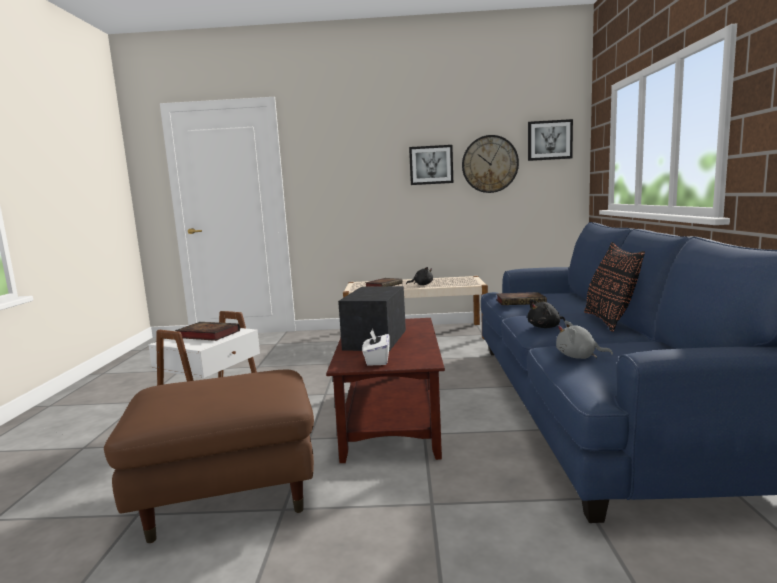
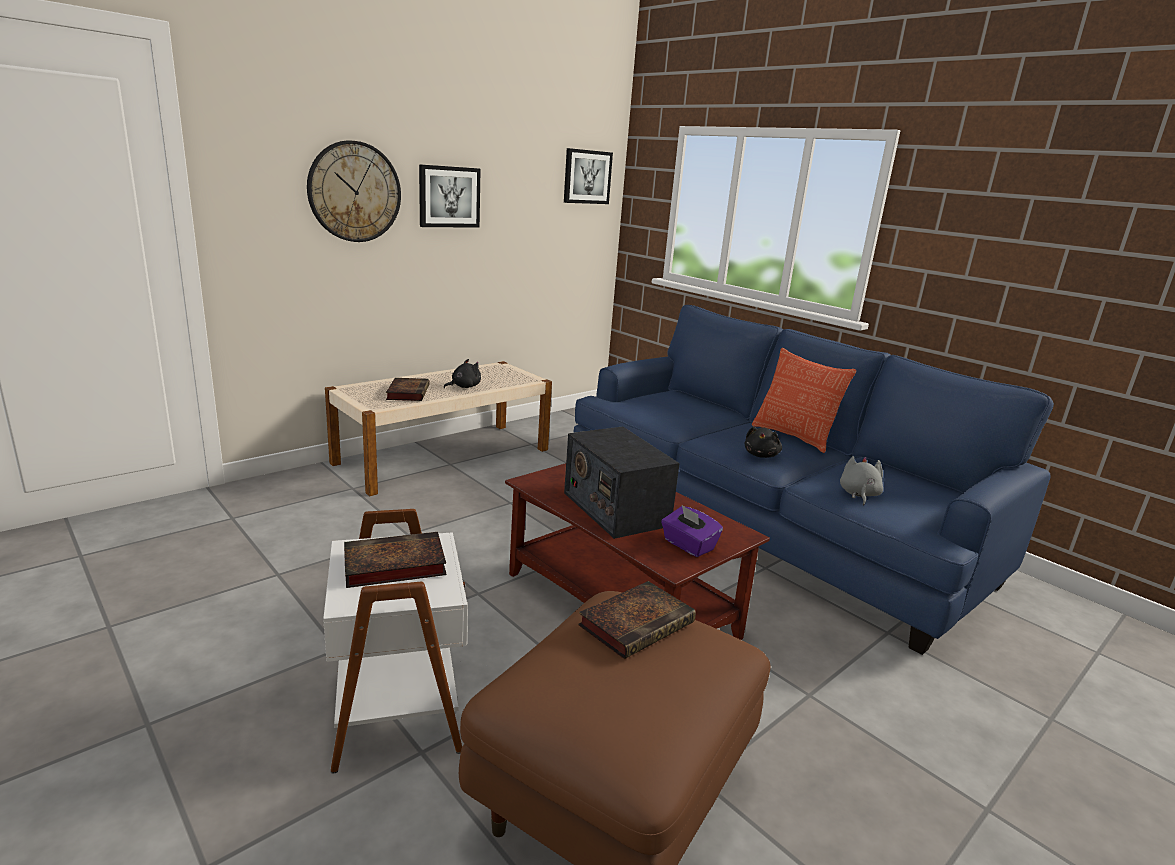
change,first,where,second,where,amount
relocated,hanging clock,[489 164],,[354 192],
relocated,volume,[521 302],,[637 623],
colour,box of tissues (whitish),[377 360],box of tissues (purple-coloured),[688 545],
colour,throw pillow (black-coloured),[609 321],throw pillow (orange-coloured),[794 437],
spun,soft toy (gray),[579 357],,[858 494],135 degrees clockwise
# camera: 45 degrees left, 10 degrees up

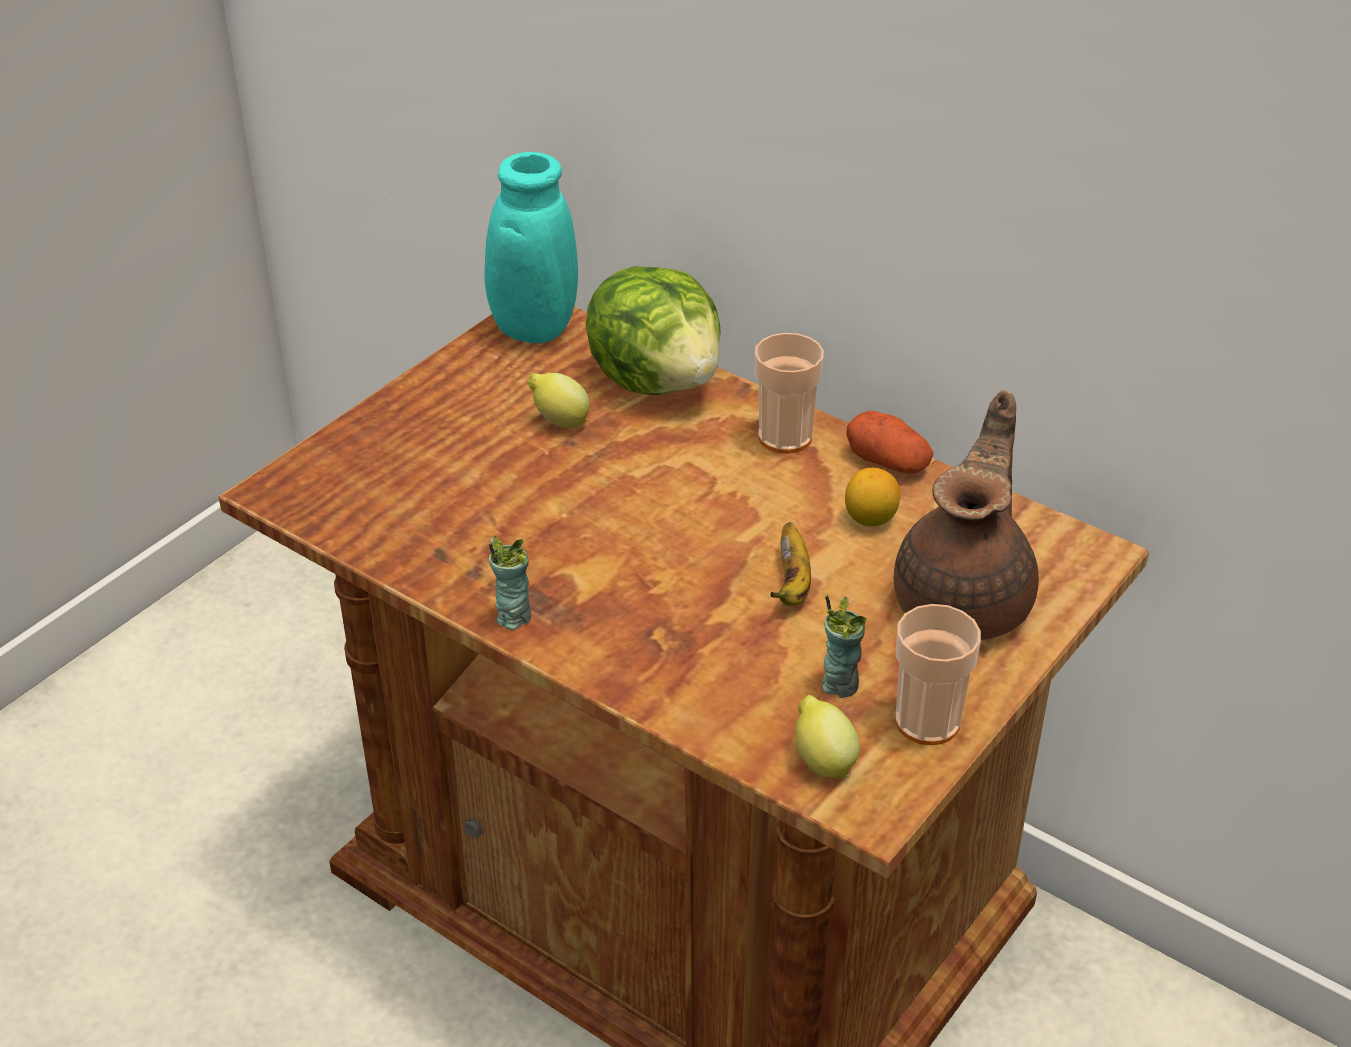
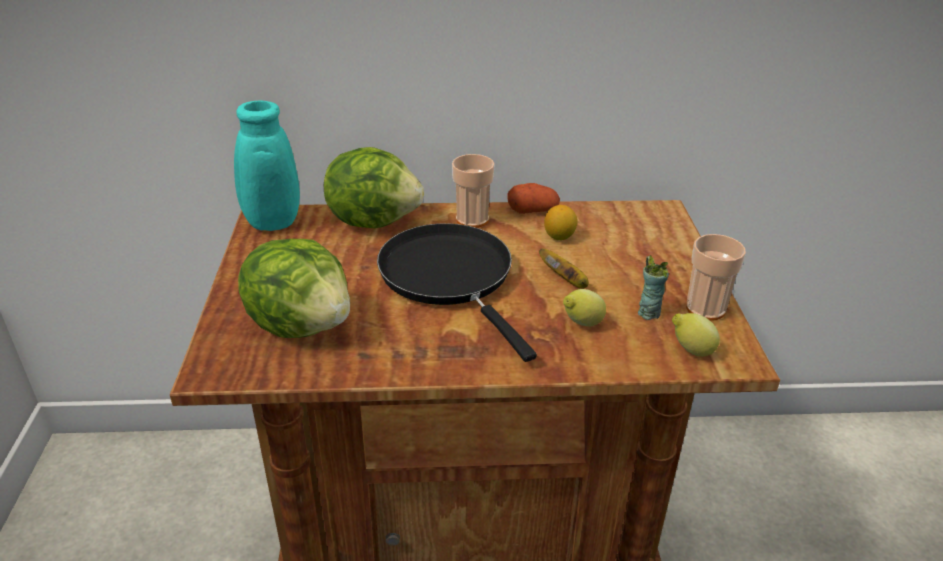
change,first,where,second,where,amount
missing,drinking cup,[513 617],,,
missing,pot for tea (brown-coloured),[966 600],,,
appeared,,,head of lettuce,[302 324],
appeared,,,frying pan (black-coloured),[450 277],
relocated,whole lemon,[559 422],,[581 324],
# camera: 40 degrees left, 5 degrees down

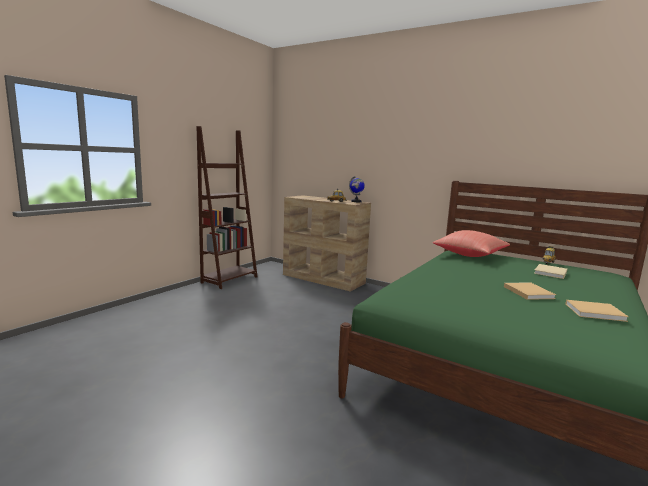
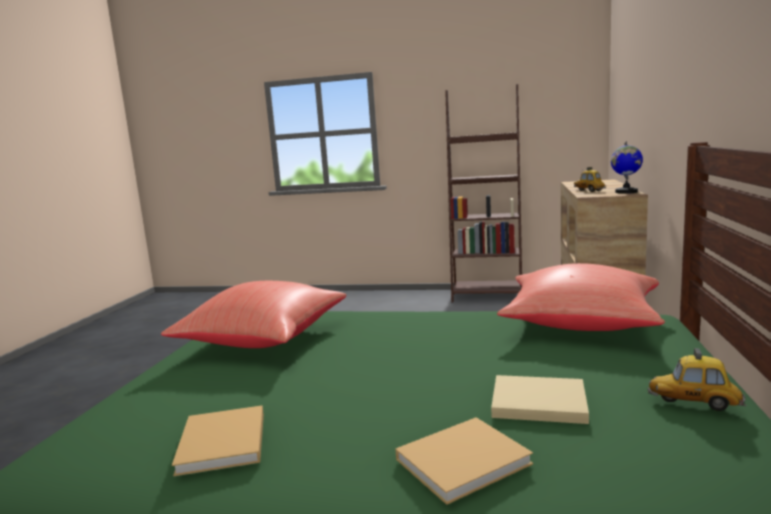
change,first,where,second,where,amount
appeared,,,throw pillow (reddish),[265 340],
relocated,volume (beige-coloured),[527 292],,[466 460],
# camera: 70 degrees right, 0 degrees up

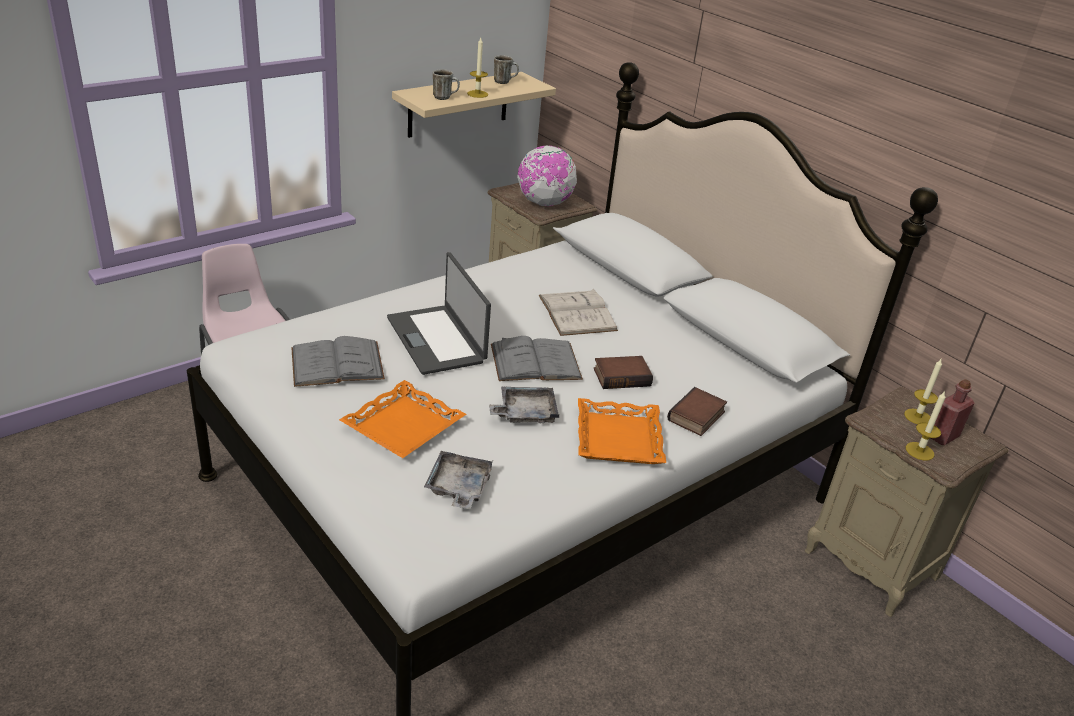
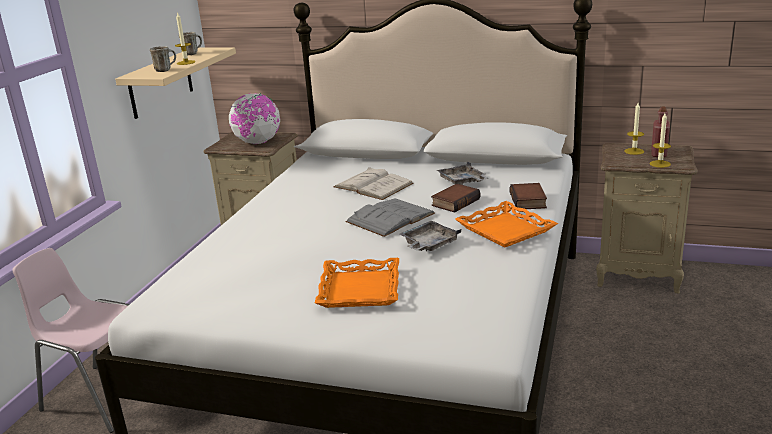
change,first,where,second,where,amount
missing,volume (gray),[337 363],,,
missing,laptop,[437 339],,,
relocated,serving tray (gray),[458 488],,[462 181],
# camera: 30 degrees left, 10 degrees down

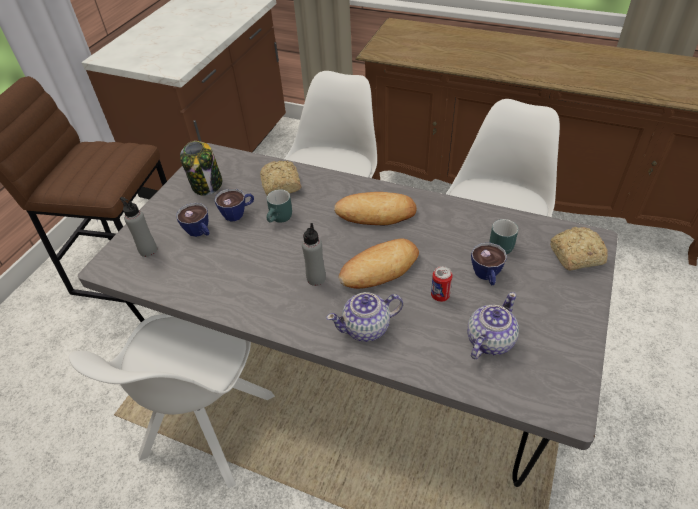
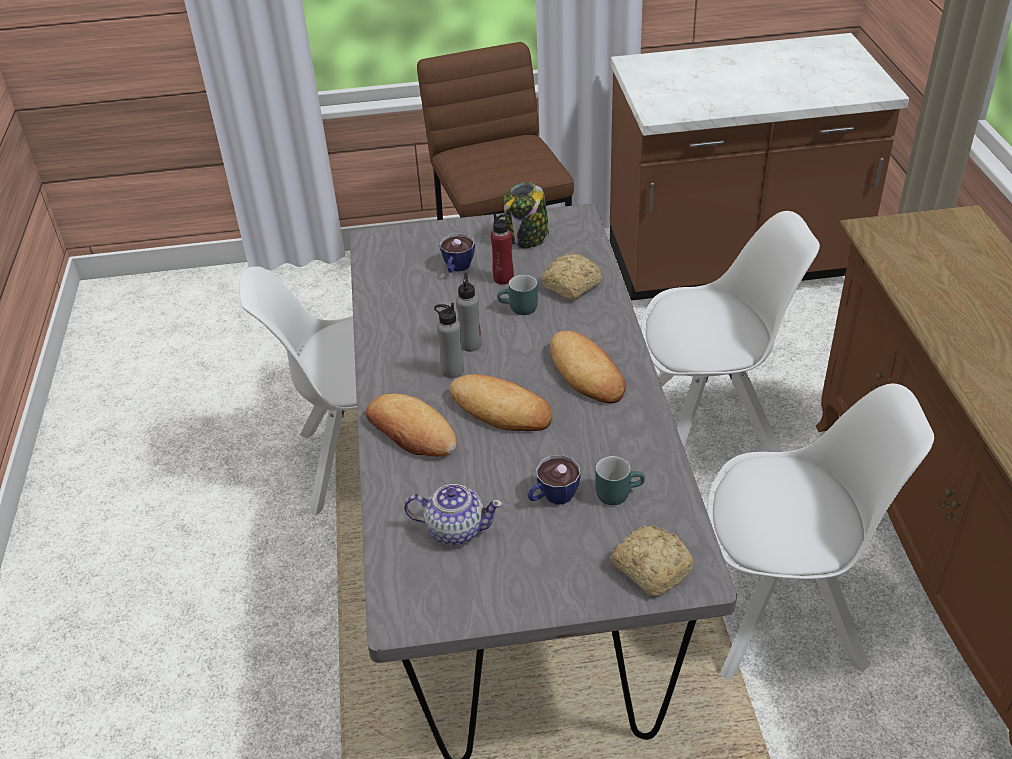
change,first,where,second,where,amount
missing,metal can,[440 295],,,
relocated,drink bottle (gray),[148 250],,[471 344],
exchanged,drinking cup,[238 213],drink bottle (reddish),[503 278],
exchanged,pot for tea,[367 328],bread,[411 432],
# camera: 60 degrees right, 5 degrees down

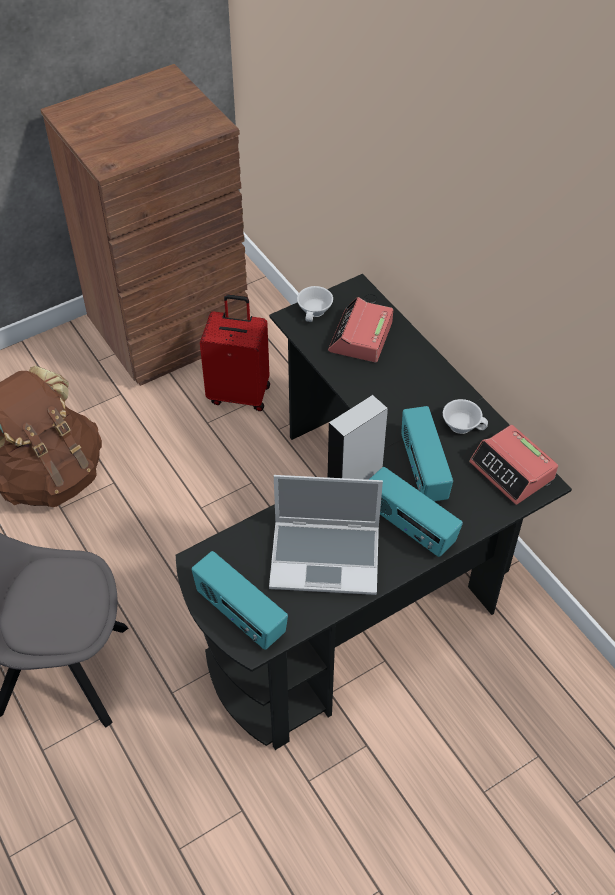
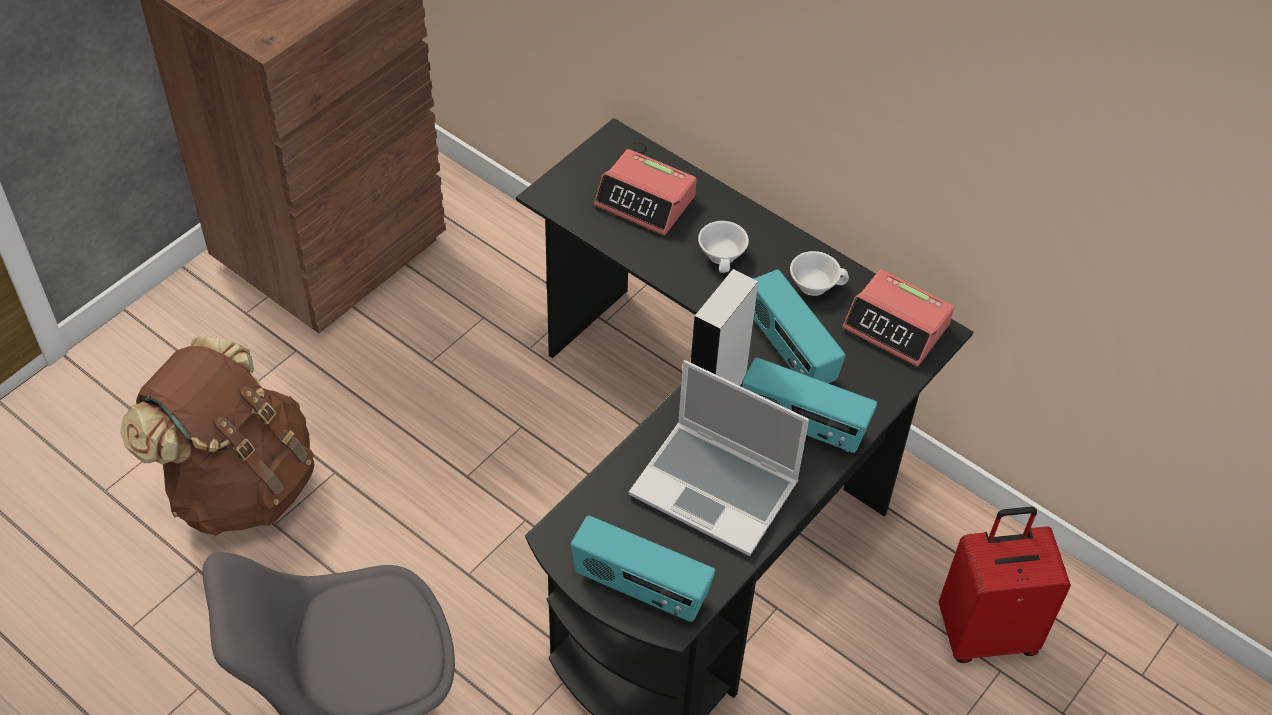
change,first,where,second,where,amount
relocated,piece of luggage (reddish),[239 393],,[986 632],
relocated,drinking cup (whitish),[316 311],,[724 255],
spun,laptop,[326 557],,[717 489],45 degrees clockwise
spun,alarm clock,[360 337],,[645 201],60 degrees counterclockwise
# camera: 20 degrees left, 0 degrees up

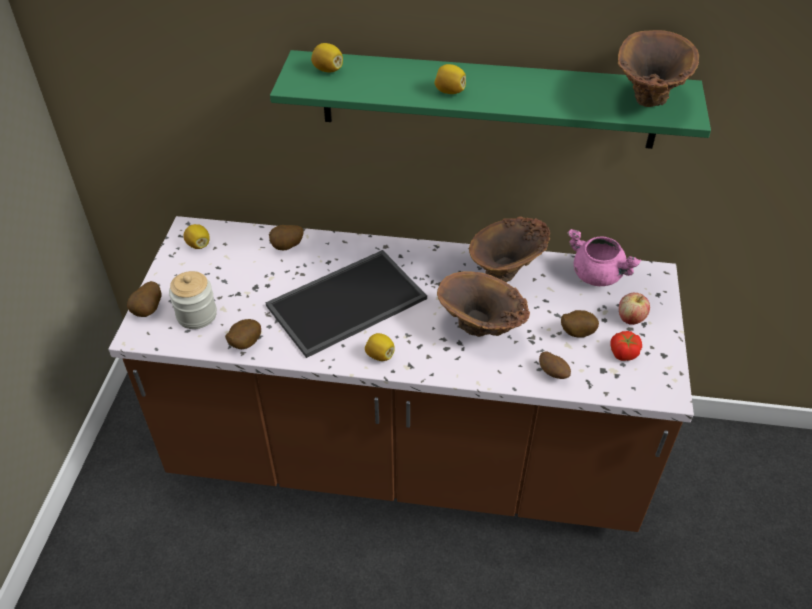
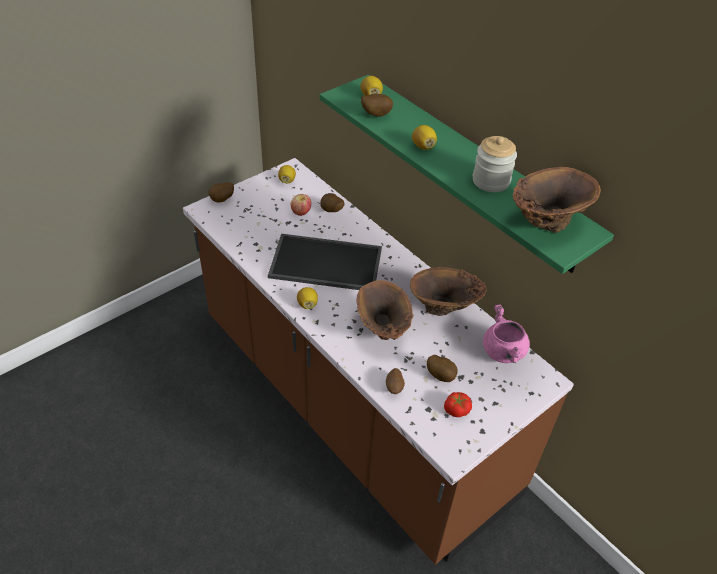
change,first,where,second,where,amount
relocated,storage jar,[197 315],,[491 181],
relocated,spud,[244 344],,[375 114],
relocated,whole apple,[630 319],,[301 212],
# camera: 40 degrees right, 0 degrees up

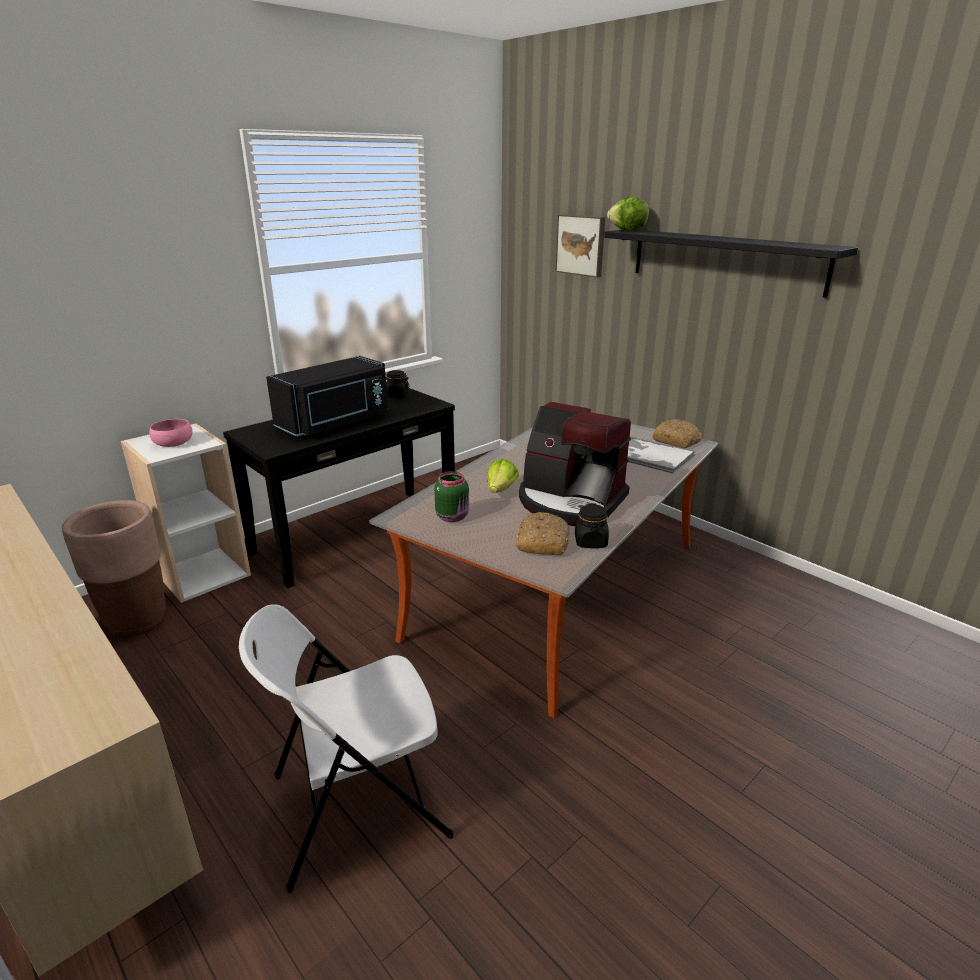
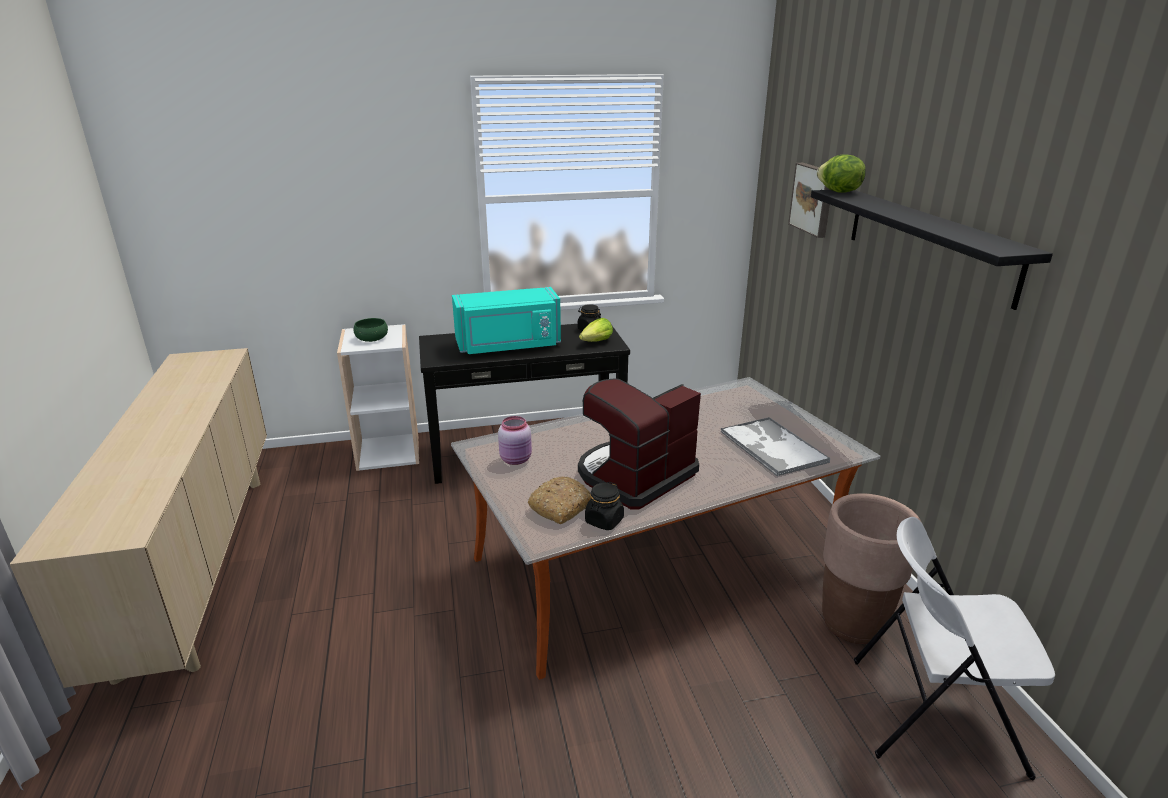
change,first,where,second,where,amount
missing,bread,[677 441],,,
relocated,flower pot (brown-coloured),[137 621],,[853 624],
relocated,plain chair (whitish),[359 804],,[935 714],
relocated,head of lettuce,[501 490],,[596 342],
colour,deep dish (pink),[173 443],deep dish (greenish),[372 338],
colour,microwave oven (black-coloured),[336 423],microwave oven (turquoise),[508 346],
colour,storage jar (greenish),[453 517],storage jar (pink),[516 459],
spun,coffee brewer,[570 502],,[634 476],75 degrees clockwise
# camera: 30 degrees right, 0 degrees up

